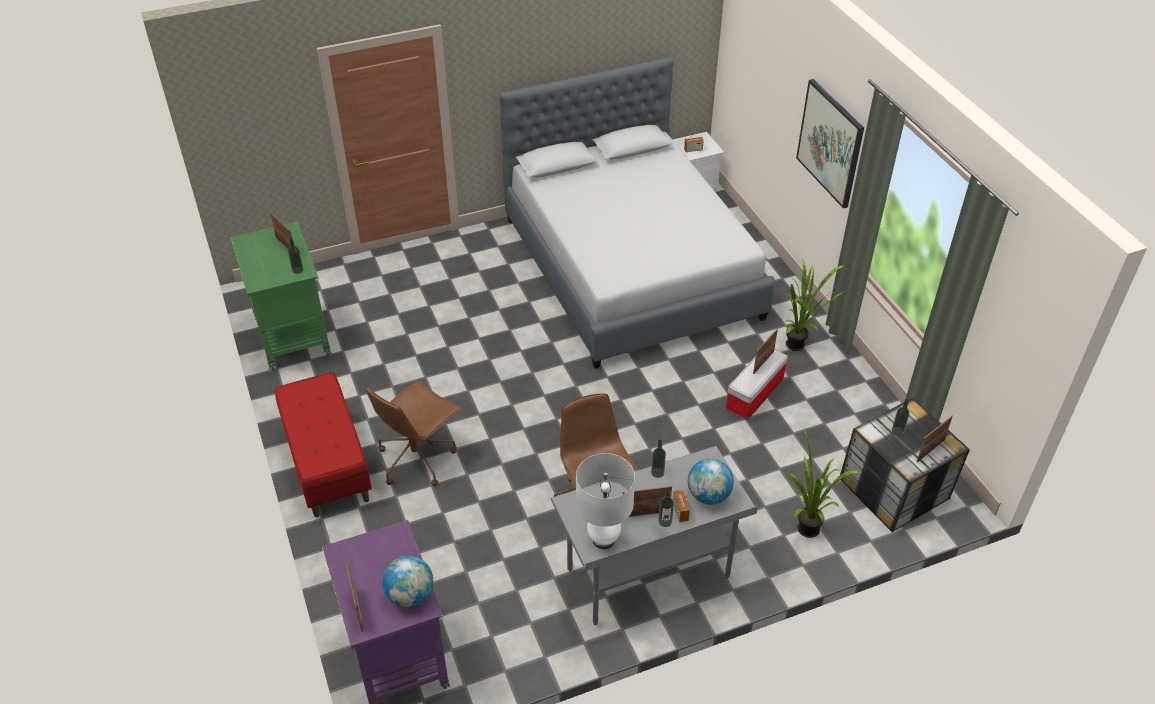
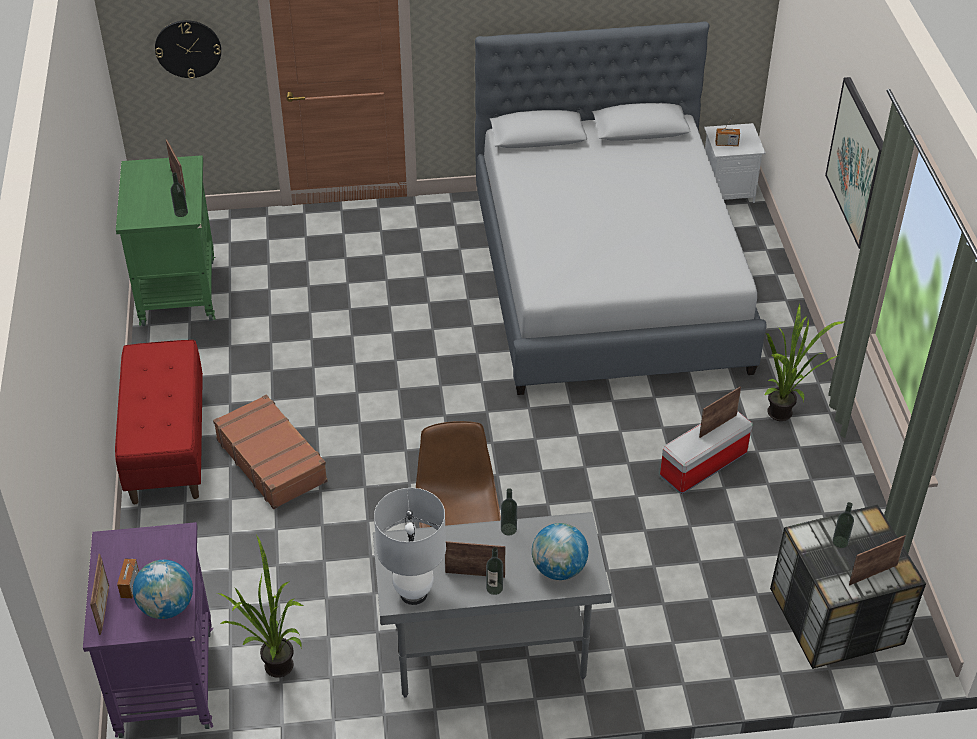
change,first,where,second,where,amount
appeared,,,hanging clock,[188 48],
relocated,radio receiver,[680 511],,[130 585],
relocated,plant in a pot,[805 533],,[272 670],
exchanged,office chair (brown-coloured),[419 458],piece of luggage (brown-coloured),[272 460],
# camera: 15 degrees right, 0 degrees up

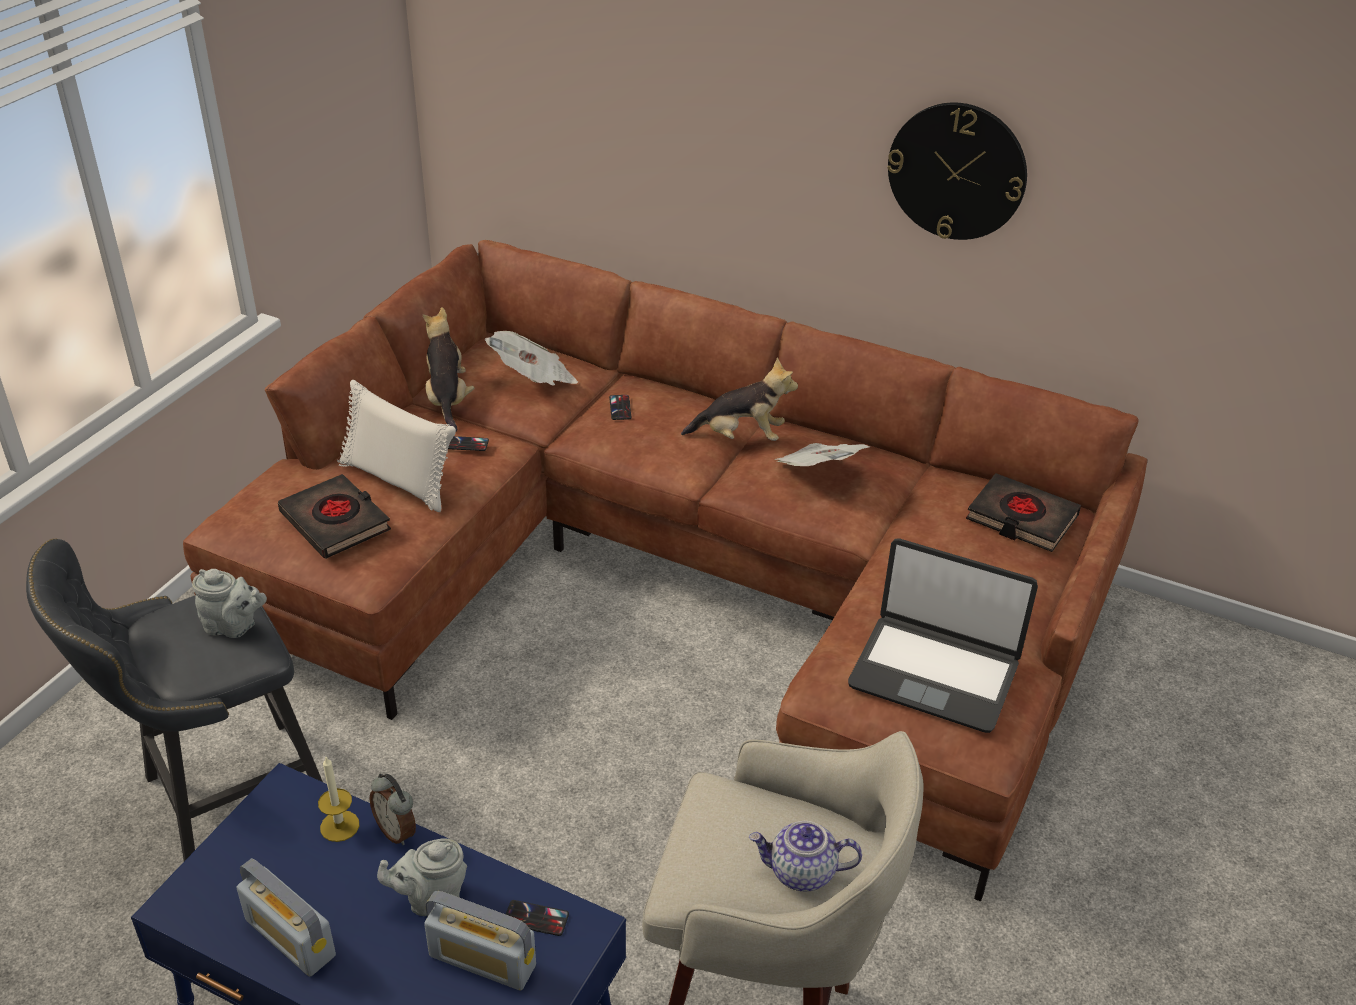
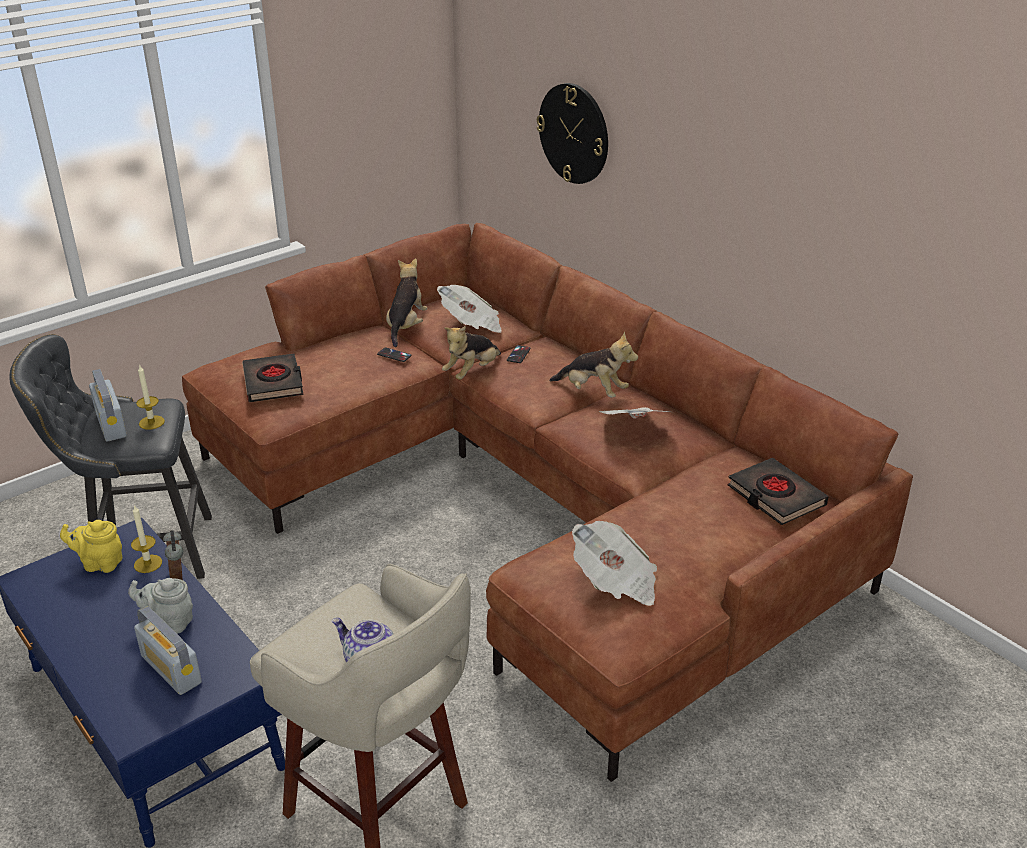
change,first,where,second,where,amount
missing,throw pillow (whitish),[399 480],,,
missing,telephone,[536 918],,,
appeared,,,pot for tea (yellow-coloured),[100 563],
appeared,,,soft toy,[472 372],
relocated,radio receiver,[290 938],,[111 424],
relocated,hanging clock,[957 171],,[574 133],
exchanged,pot for tea (gray),[234 627],wax light,[151 422],
exchanged,laptop,[934 673],newspaper,[615 582],
# camera: 25 degrees right, 5 degrees down

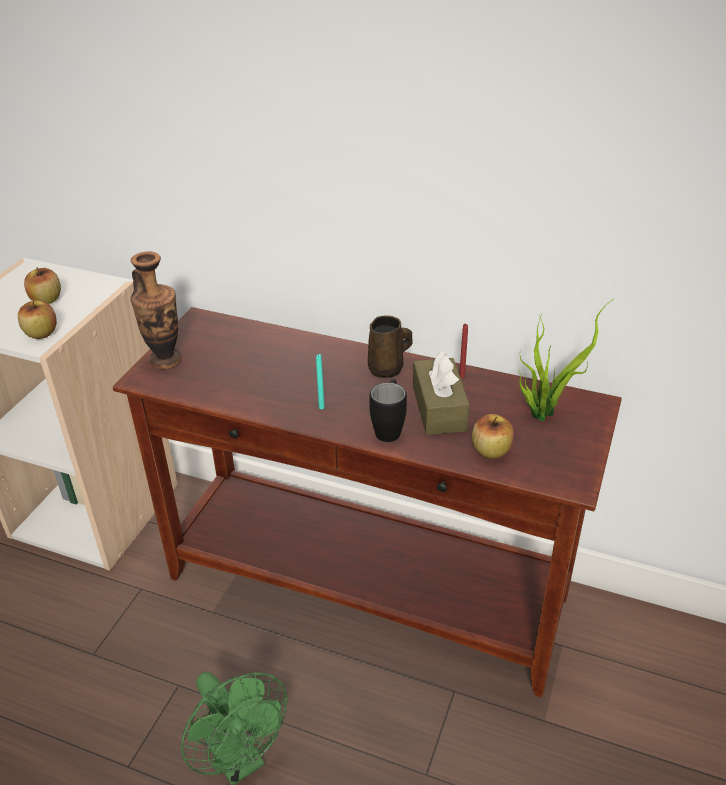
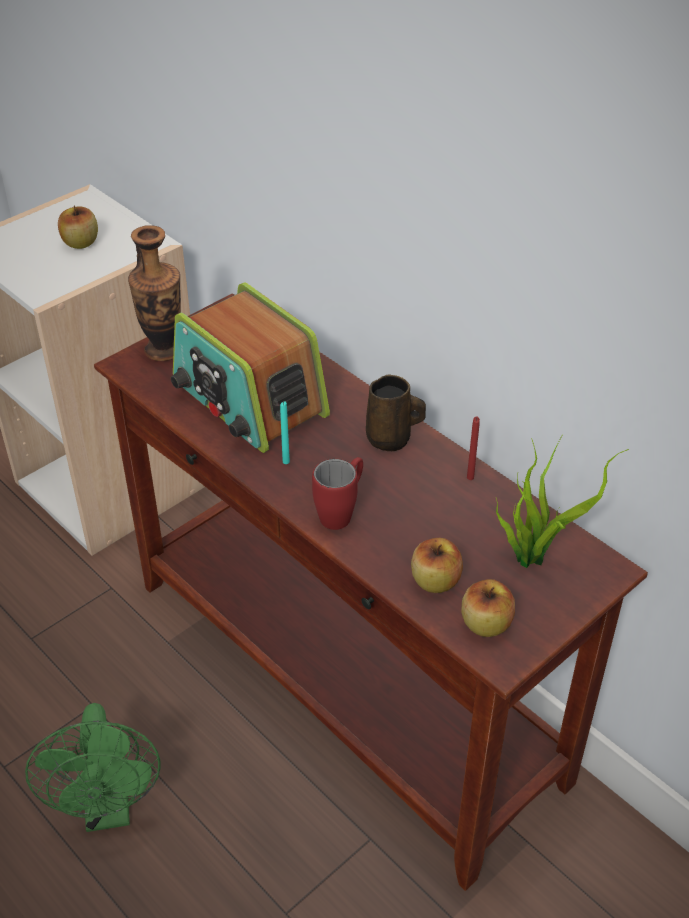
change,first,where,second,where,amount
missing,box of tissues (brown-coloured),[439 408],,,
appeared,,,radio receiver,[248 399],
relocated,whole apple,[41 333],,[485 624],
colour,coffee mug (black-coloured),[389 428],coffee mug (reddish),[341 512],
# camera: 25 degrees right, 5 degrees up

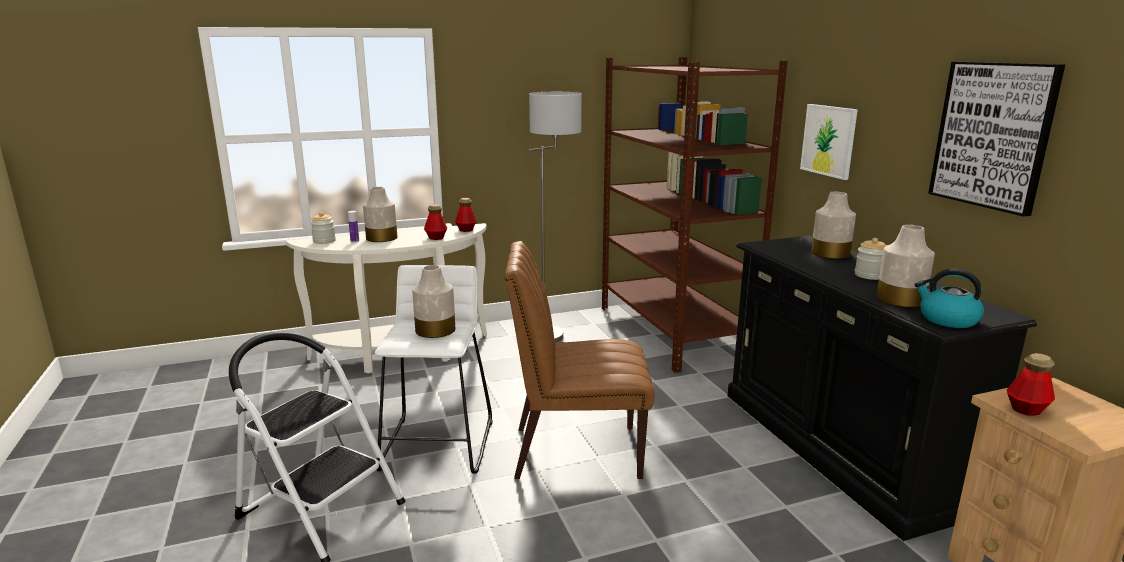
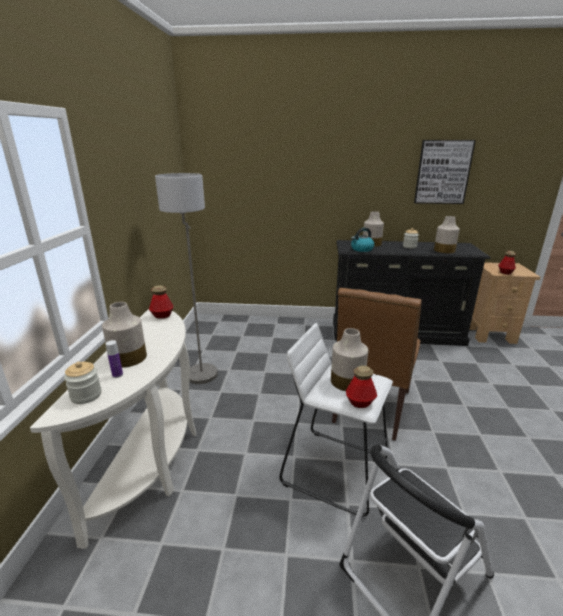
change,first,where,second,where,amount
missing,shelving unit (brown-coloured),[673 331],,,
missing,wall art,[828 140],,,
relocated,drink bottle,[436 238],,[360 402],
relocated,tea kettle,[947 319],,[361 249],
# camera: 65 degrees left, 5 degrees up

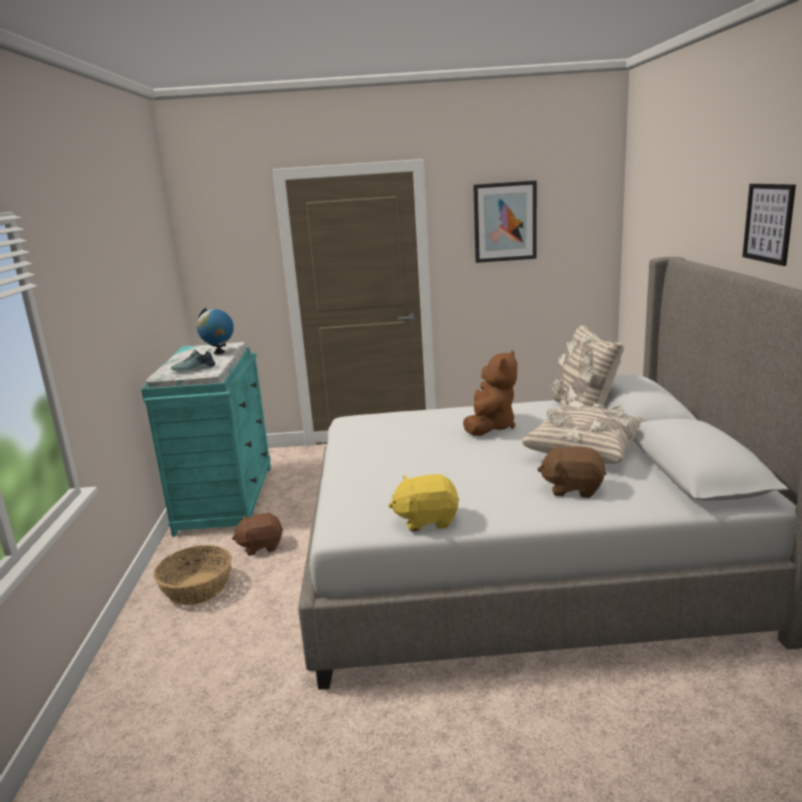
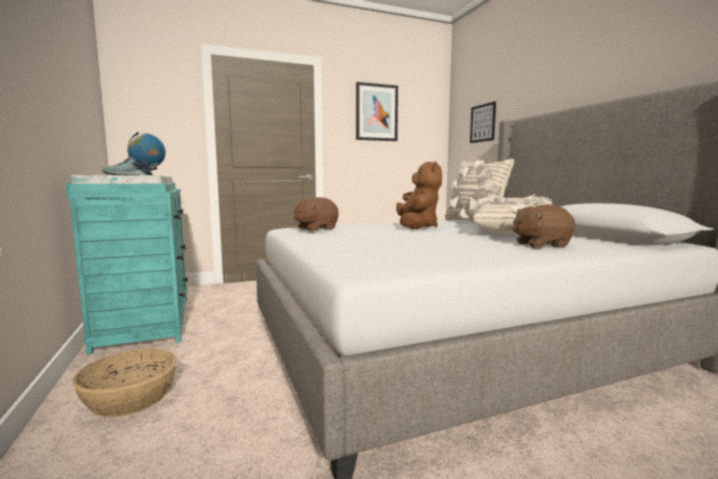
change,first,where,second,where,amount
missing,soft toy (yellow-coloured),[426 520],,,
relocated,soft toy (brown-coloured),[261 546],,[316 229],
relocated,wall art,[768 223],,[482 123],
# camera: 20 degrees left, 10 degrees down

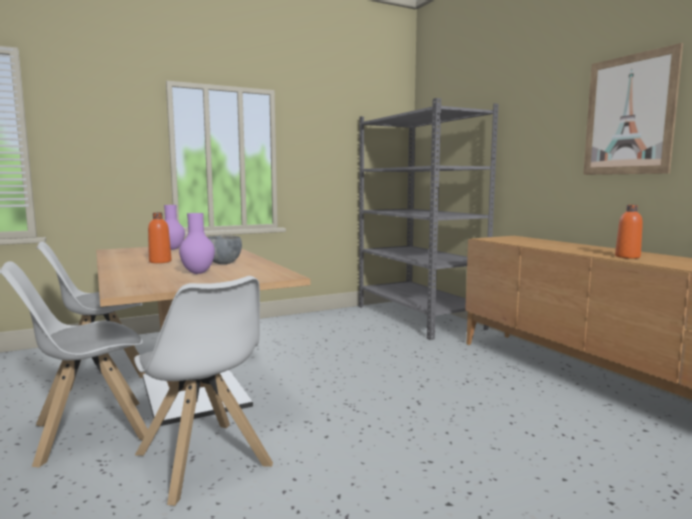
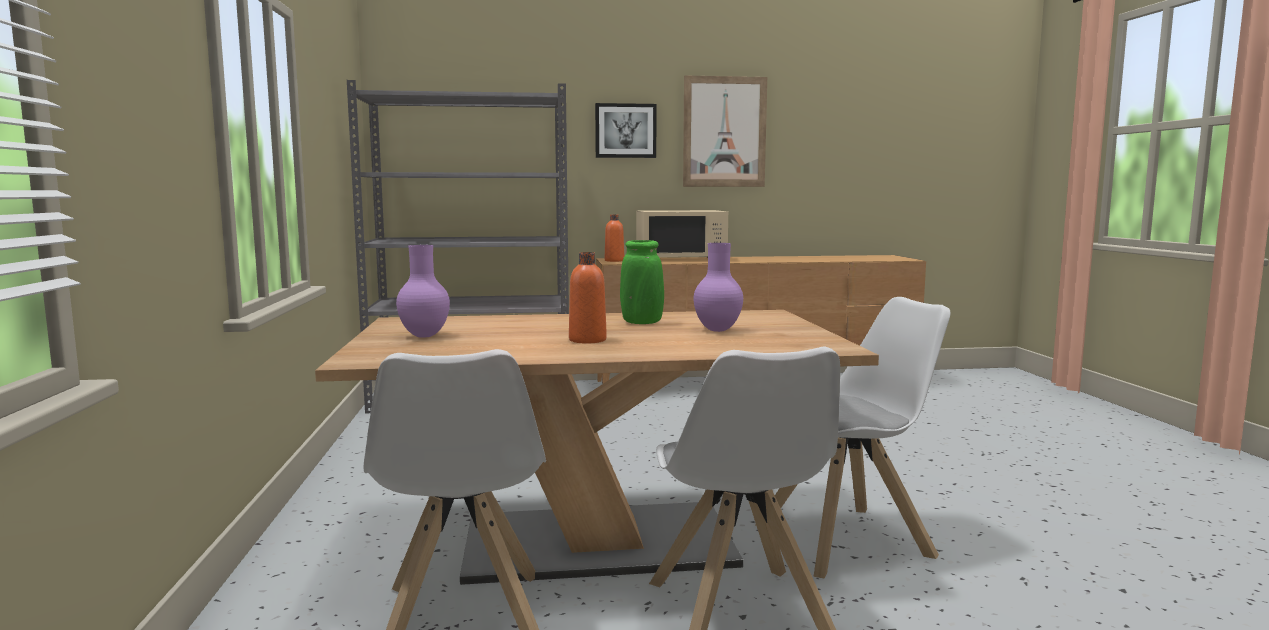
change,first,where,second,where,amount
appeared,,,wall art,[625 131],
appeared,,,microwave oven (beige-coloured),[681 259],
relocated,drink bottle (orange-coloured),[627 257],,[614 260],
exchanged,deep dish (gray),[223 263],flower vase (greenish),[641 323],
# camera: 70 degrees left, 0 degrees up

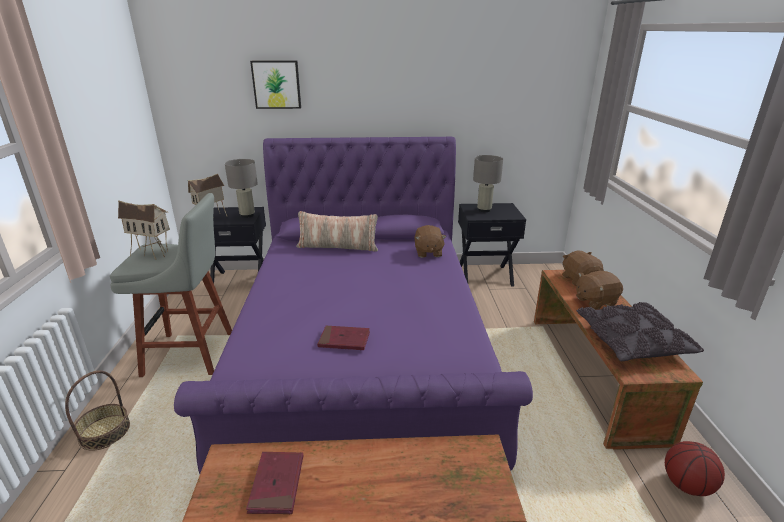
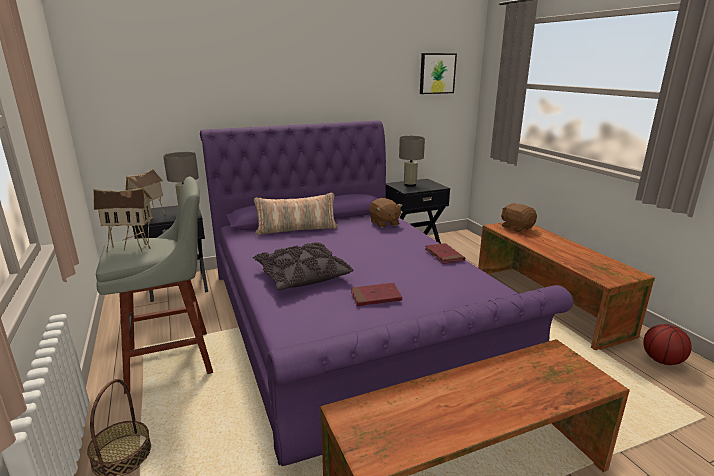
change,first,where,second,where,amount
missing,soft toy (brown-coloured),[595 301],,,
relocated,volume (reddish),[277 484],,[444 255],
relocated,wall art,[276 84],,[437 73],
relocated,throw pillow (black-coloured),[632 341],,[302 276],
# camera: 20 degrees left, 5 degrees down

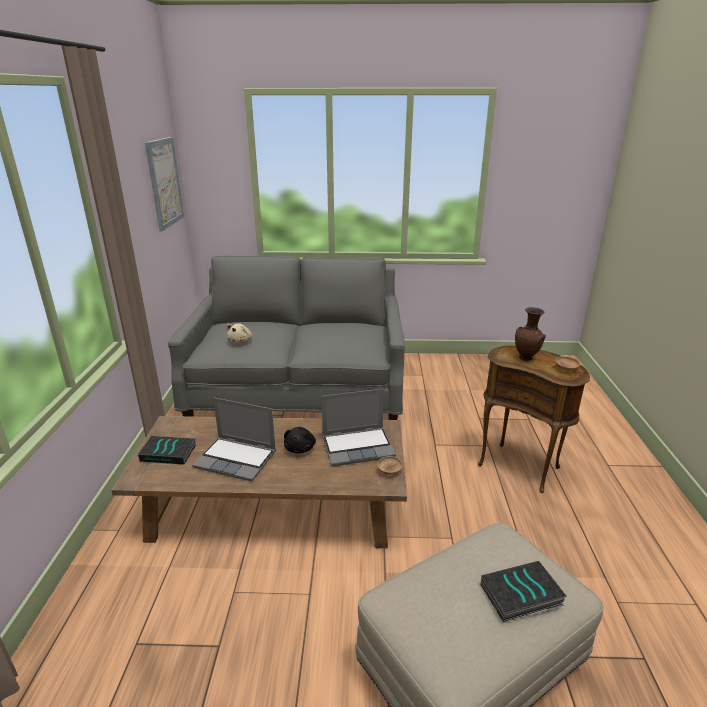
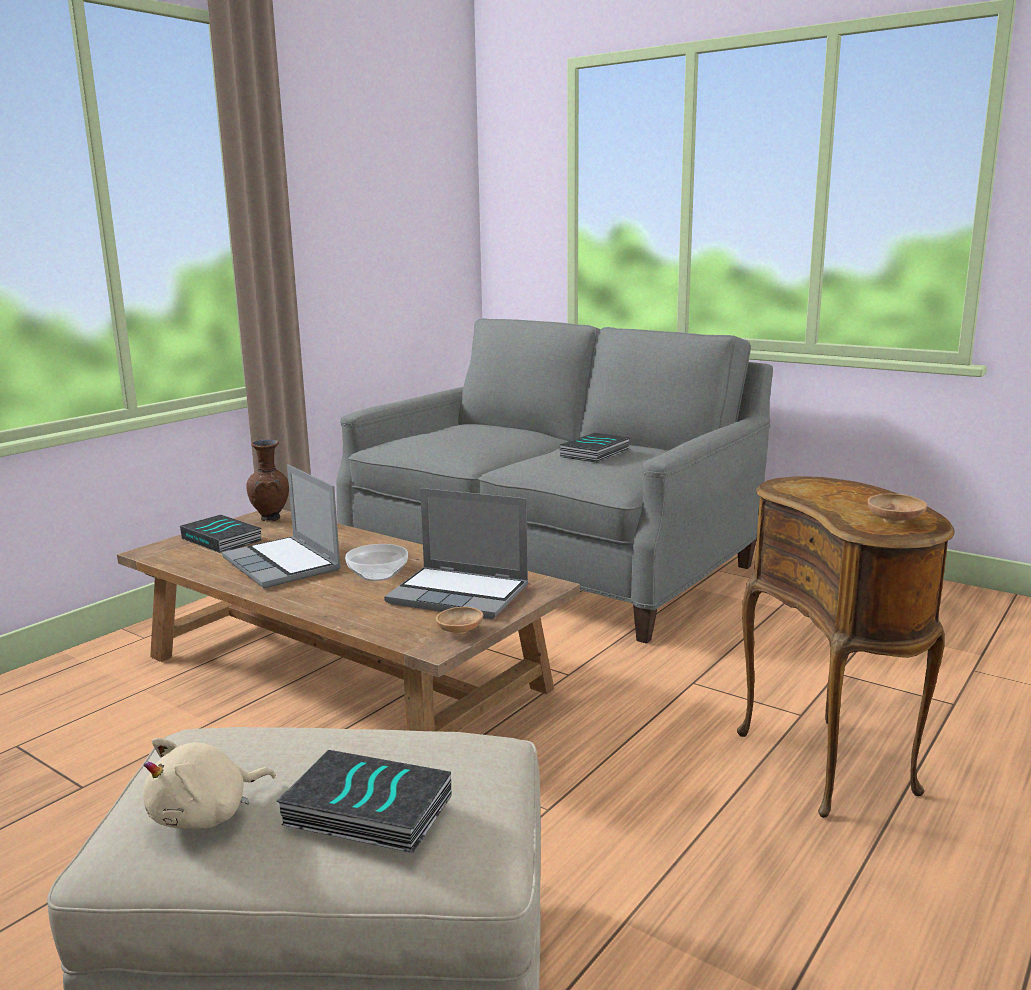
change,first,where,second,where,amount
missing,wall art,[164 183],,,
appeared,,,volume,[596 453],
relocated,soft toy (beige-coloured),[240 341],,[206 815],
relocated,flower vase (brown-coloured),[526 358],,[271 519],
exchanged,soft toy (black-coloured),[300 448],deep dish,[379 575],
# camera: 35 degrees right, 10 degrees down

